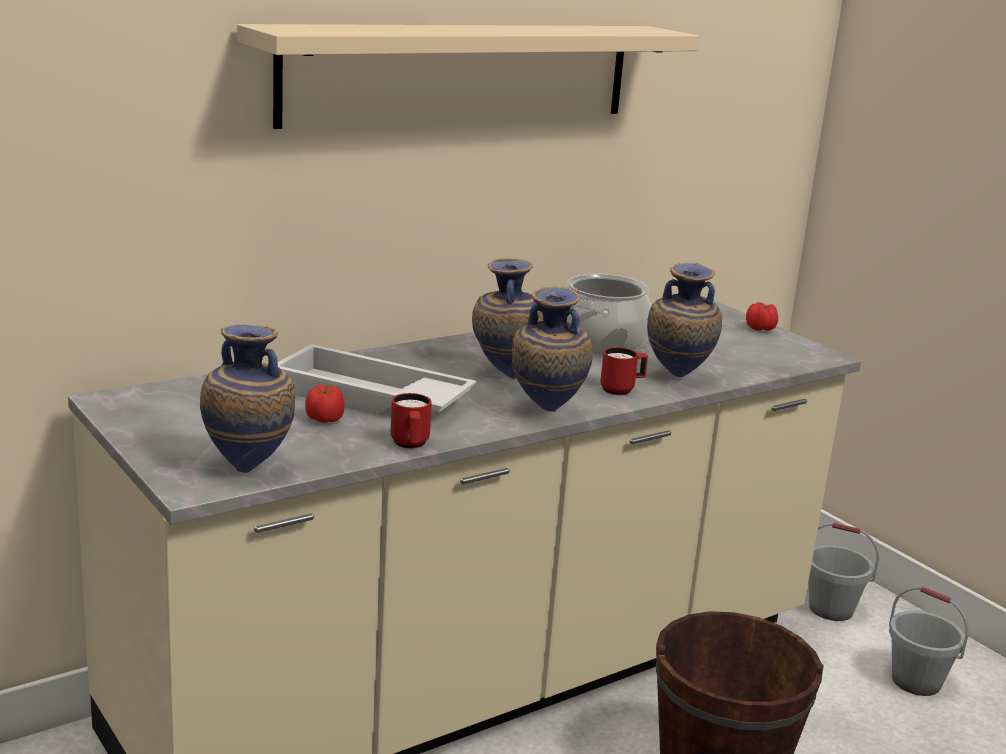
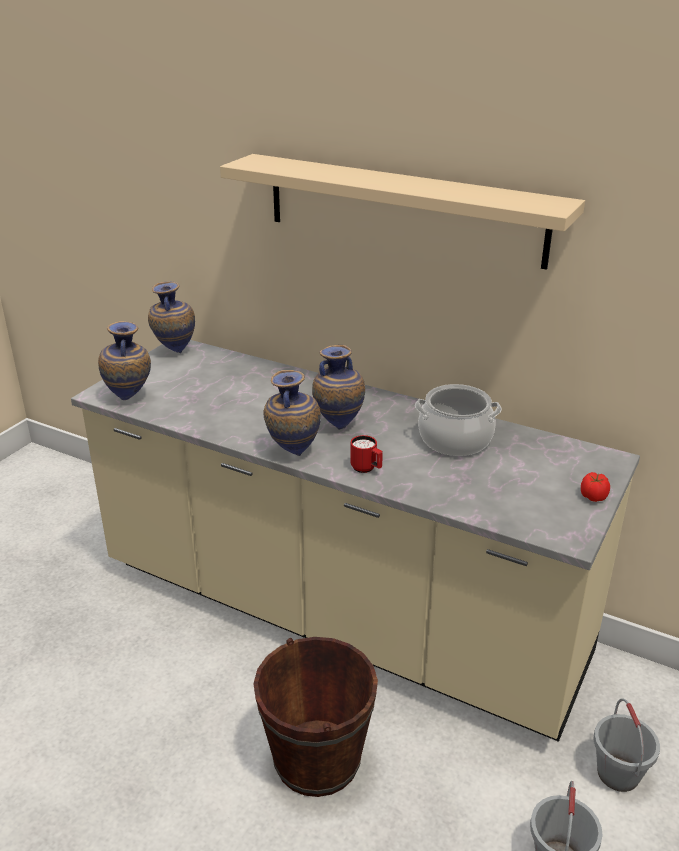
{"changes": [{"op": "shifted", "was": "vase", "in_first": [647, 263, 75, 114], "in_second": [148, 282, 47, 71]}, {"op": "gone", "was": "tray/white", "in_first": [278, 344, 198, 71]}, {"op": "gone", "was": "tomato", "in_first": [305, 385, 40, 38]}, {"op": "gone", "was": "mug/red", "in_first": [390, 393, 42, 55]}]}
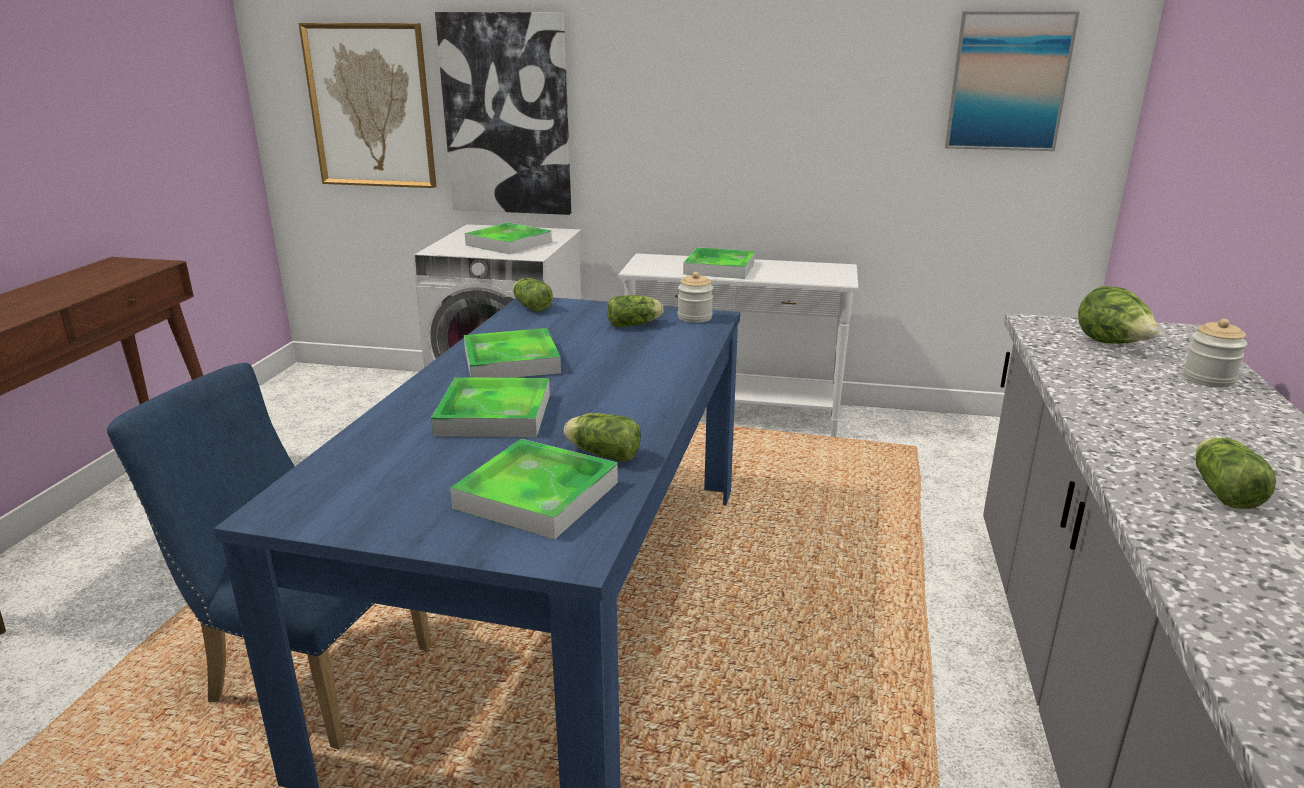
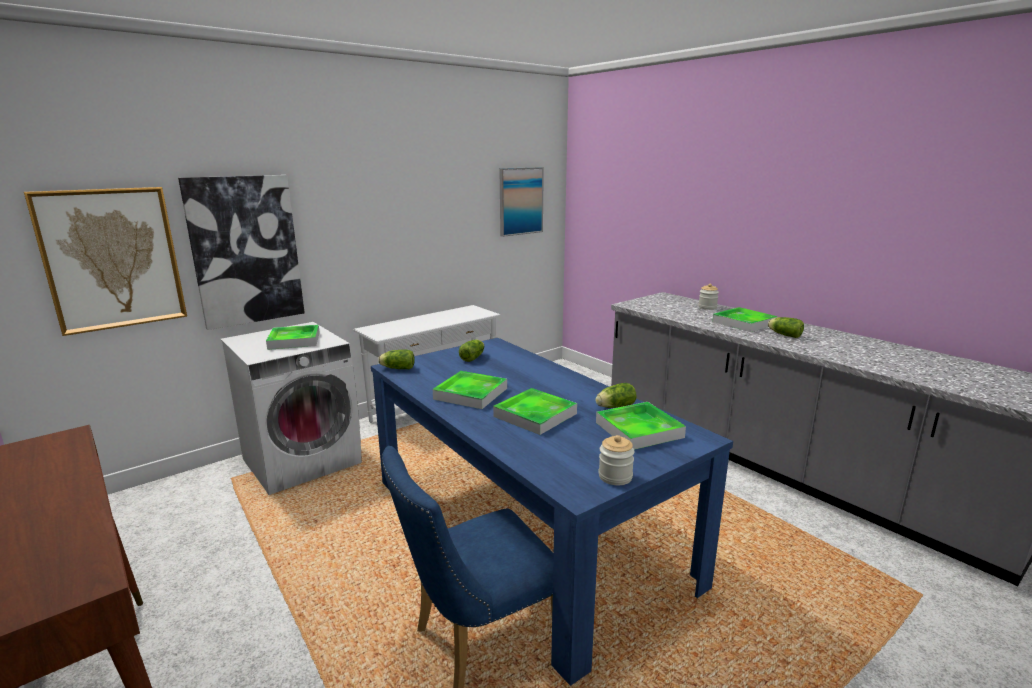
{"changes": [{"op": "shifted", "was": "jar", "in_first": [678, 272, 35, 51], "in_second": [599, 435, 36, 50]}, {"op": "shifted", "was": "tray", "in_first": [683, 247, 72, 32], "in_second": [712, 307, 65, 25]}, {"op": "gone", "was": "lettuce", "in_first": [1078, 286, 81, 58]}]}
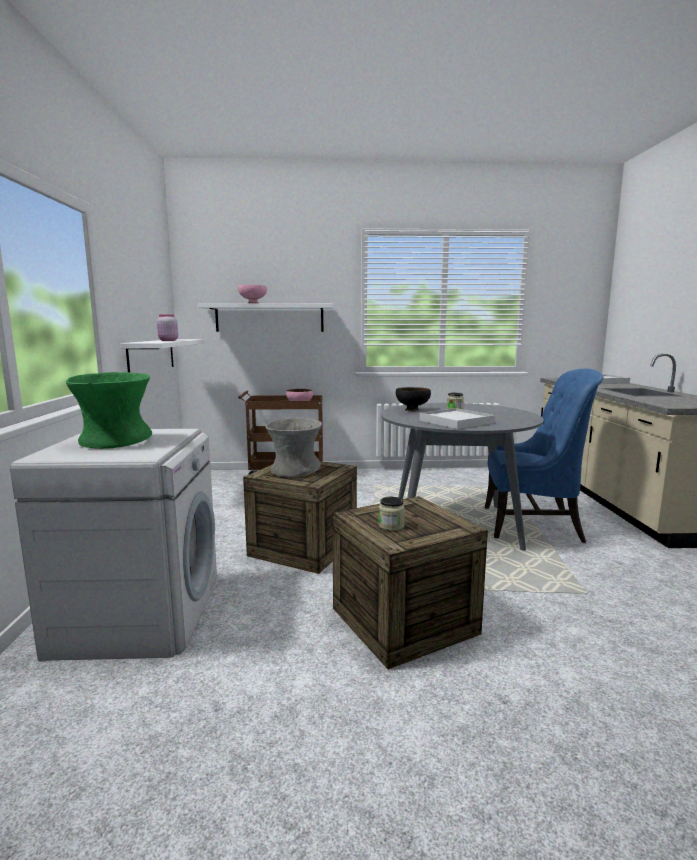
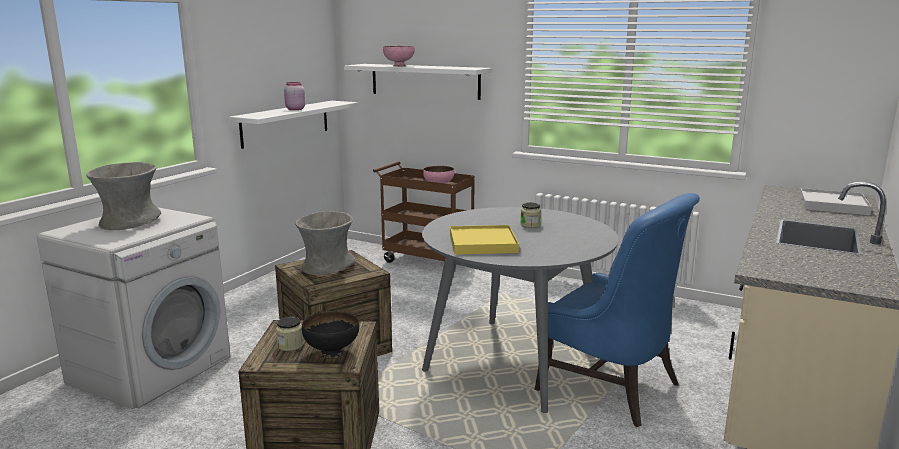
{"changes": [{"op": "repainted", "was": "vase/green", "now": "vase/grey", "in_first": [66, 372, 86, 77], "in_second": [86, 162, 75, 68]}, {"op": "shifted", "was": "bowl/black", "in_first": [396, 387, 35, 24], "in_second": [302, 311, 57, 47]}, {"op": "repainted", "was": "tray/white", "now": "tray/yellow", "in_first": [420, 408, 75, 21], "in_second": [450, 225, 69, 30]}]}
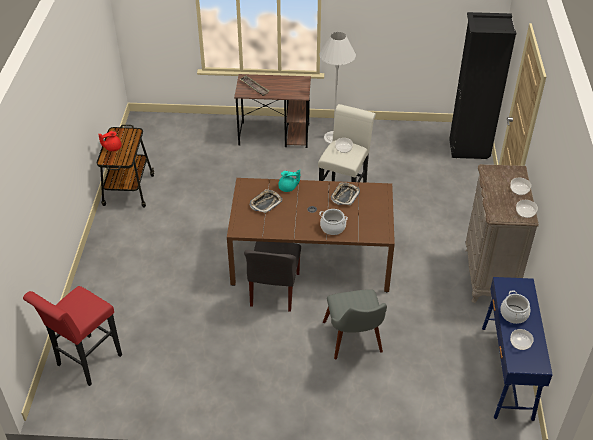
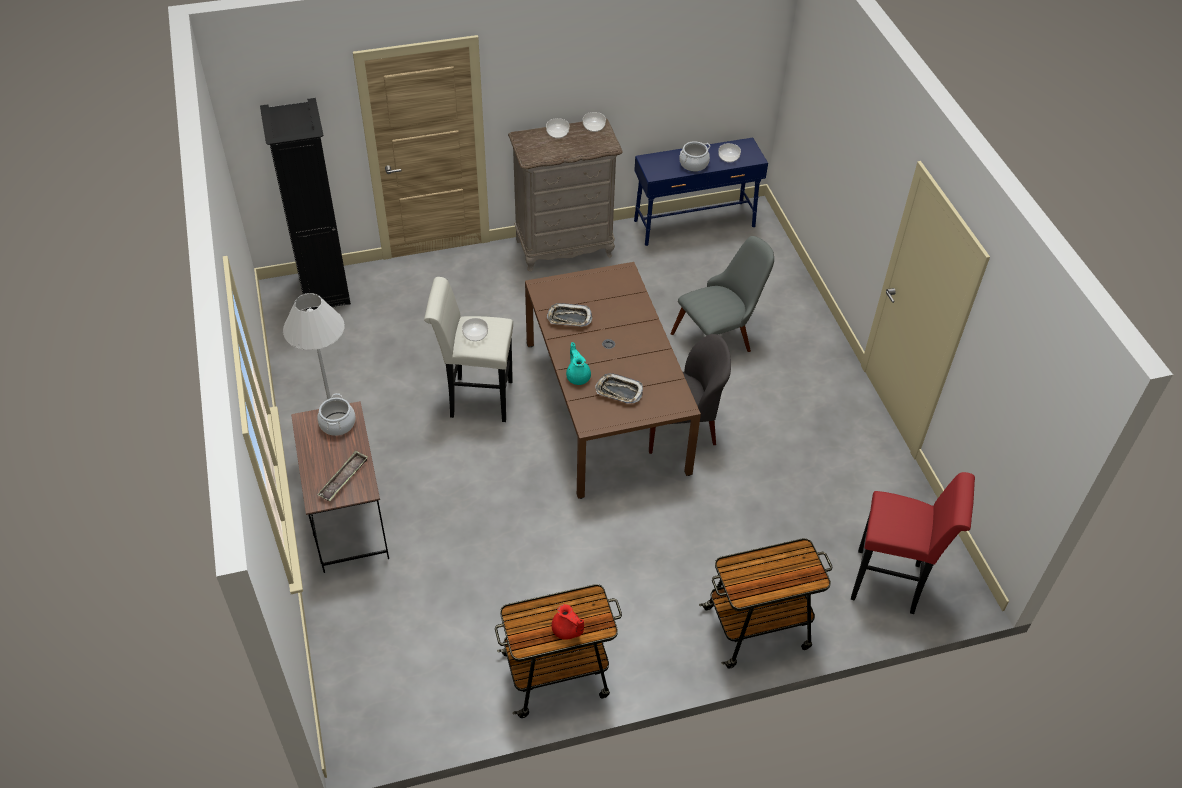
{"changes": [{"op": "shifted", "was": "cooking pot", "in_first": [319, 209, 29, 26], "in_second": [317, 393, 39, 43]}, {"op": "new", "now": "cart", "in_second": [699, 538, 133, 131]}]}
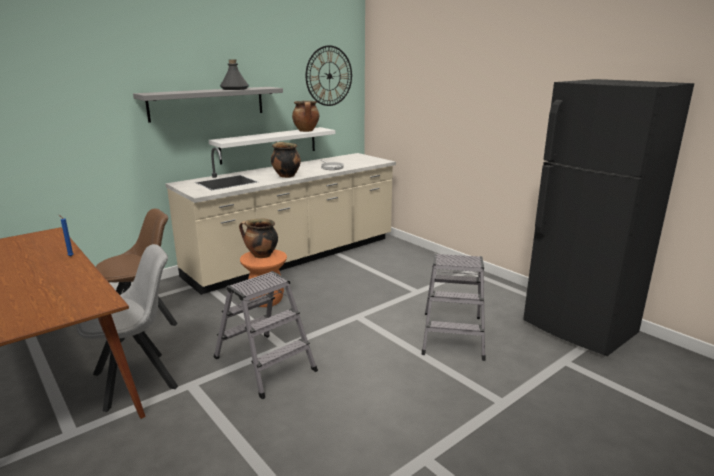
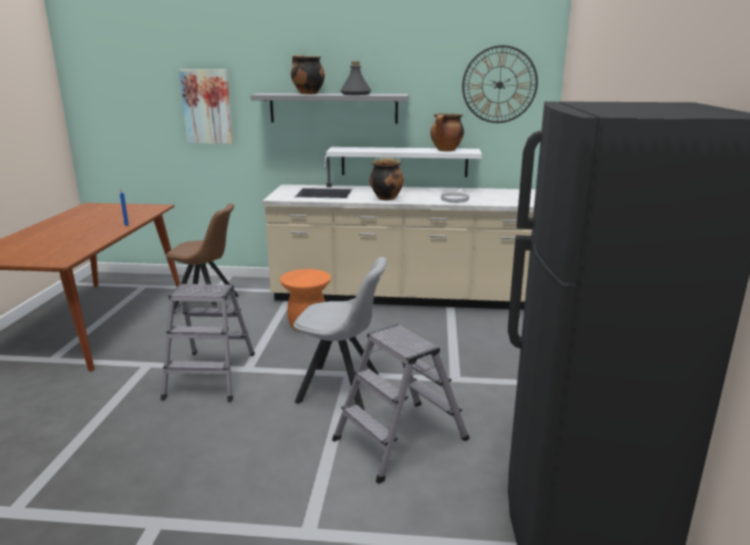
{"changes": [{"op": "new", "now": "picture", "in_second": [179, 69, 54, 75]}, {"op": "shifted", "was": "cooking pot", "in_first": [239, 219, 39, 39], "in_second": [291, 55, 34, 39]}, {"op": "shifted", "was": "chair/grey", "in_first": [76, 244, 102, 168], "in_second": [293, 257, 94, 153]}]}
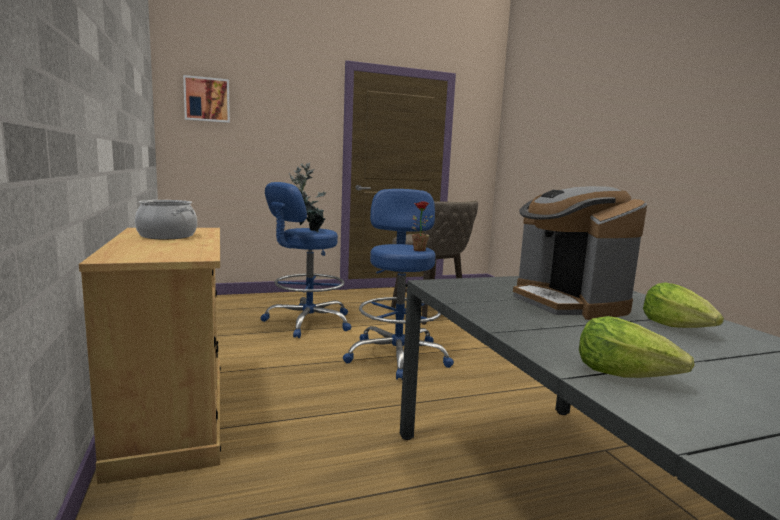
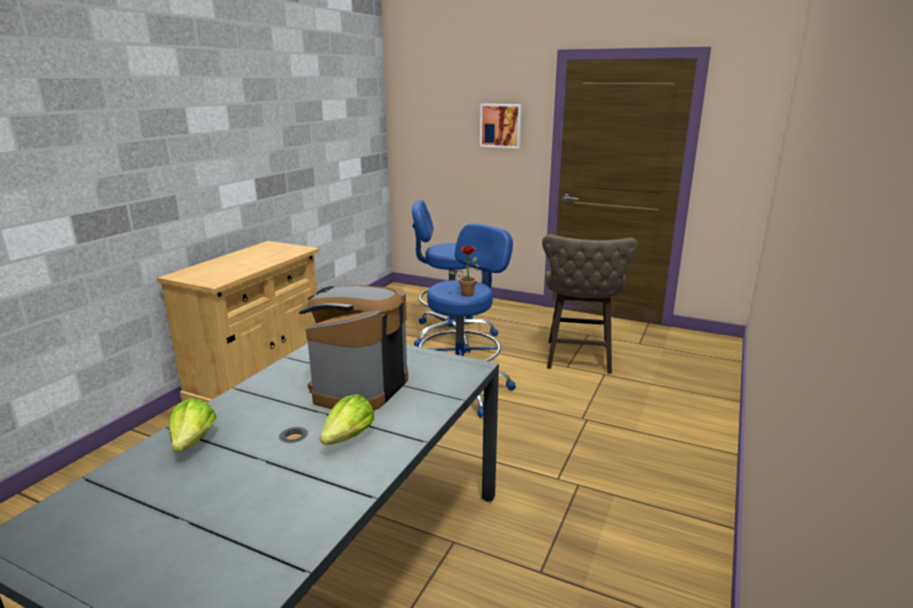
{"changes": [{"op": "shifted", "was": "picture", "in_first": [183, 75, 47, 48], "in_second": [480, 104, 42, 44]}, {"op": "gone", "was": "cooking pot", "in_first": [135, 200, 62, 39]}, {"op": "gone", "was": "potted plant", "in_first": [289, 163, 38, 69]}]}
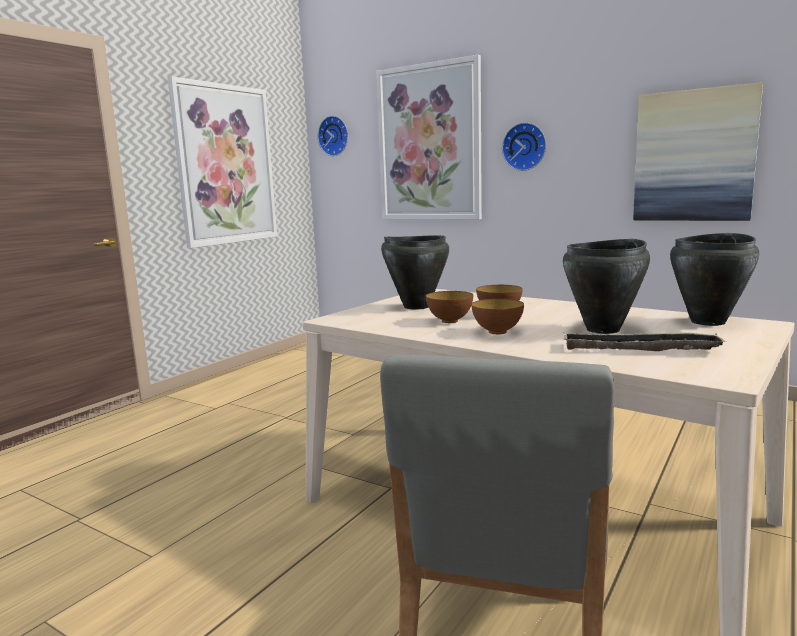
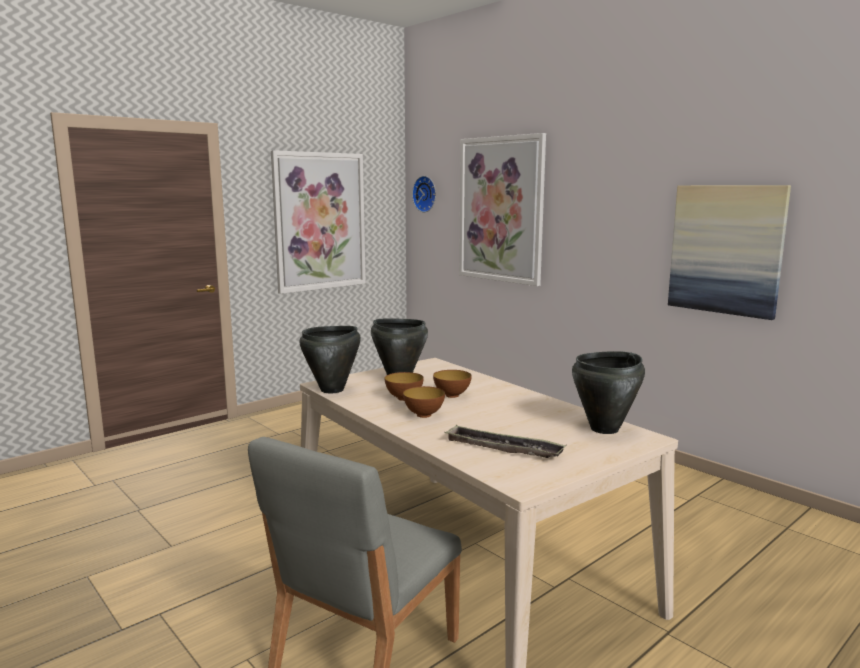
{"changes": [{"op": "shifted", "was": "cooking pot/black", "in_first": [563, 239, 87, 95], "in_second": [299, 326, 62, 67]}, {"op": "gone", "was": "wall clock", "in_first": [502, 122, 44, 49]}]}
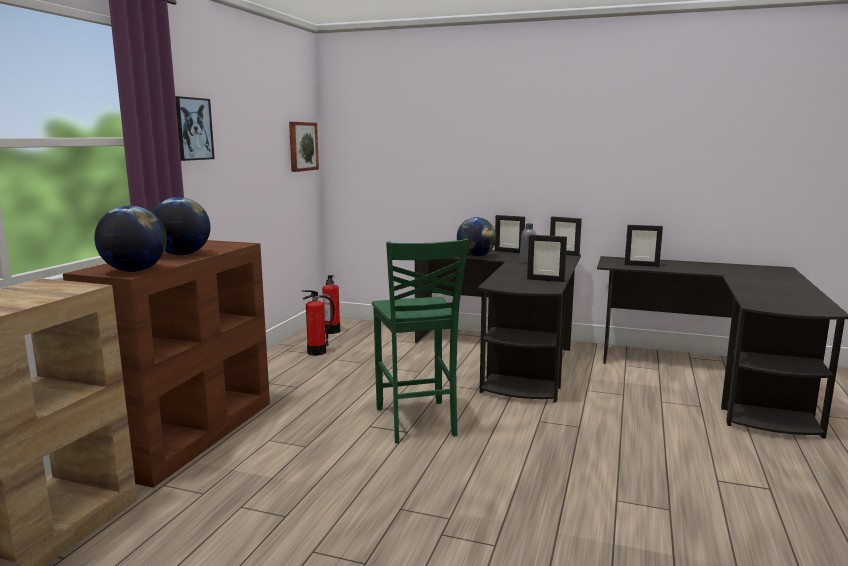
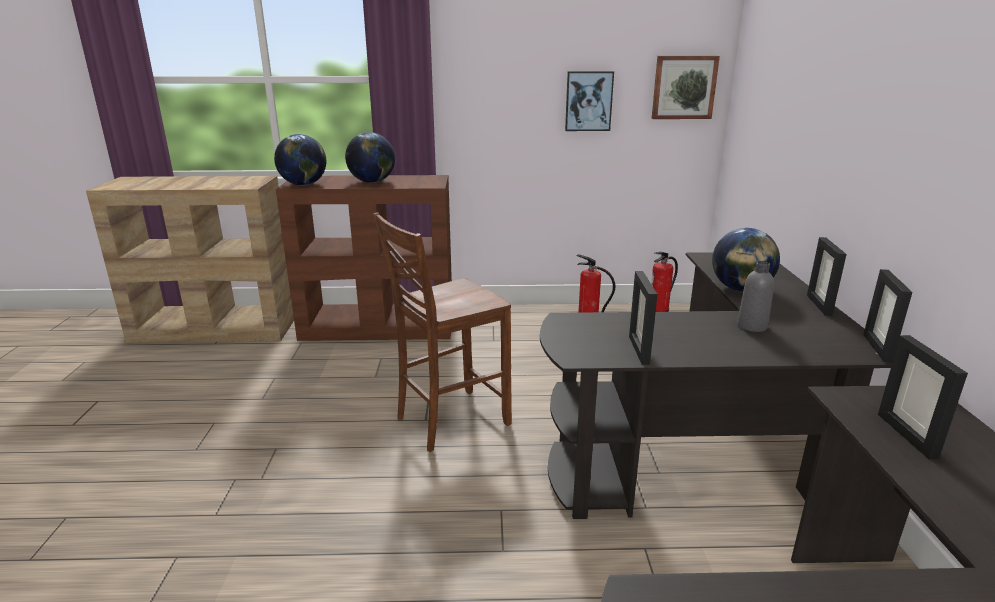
{"changes": [{"op": "repainted", "was": "chair/green", "now": "chair/brown", "in_first": [372, 238, 97, 206], "in_second": [373, 212, 139, 240]}, {"op": "shifted", "was": "picture", "in_first": [175, 96, 40, 65], "in_second": [565, 71, 49, 60]}]}
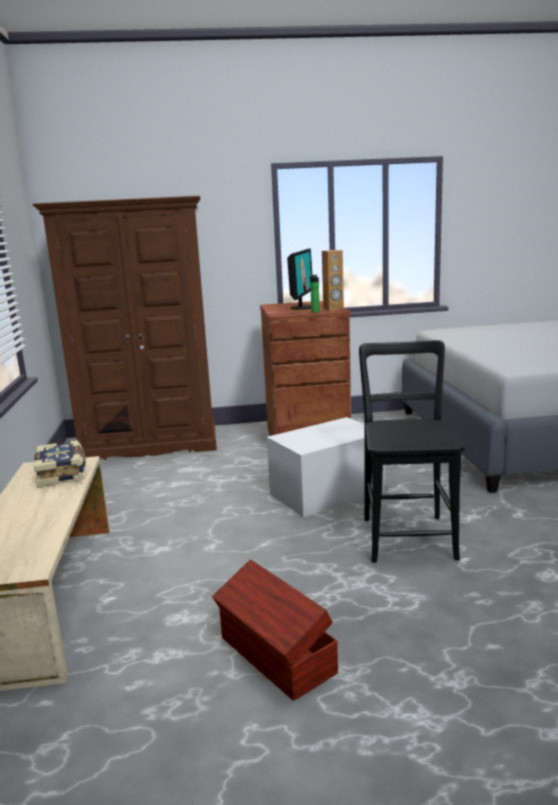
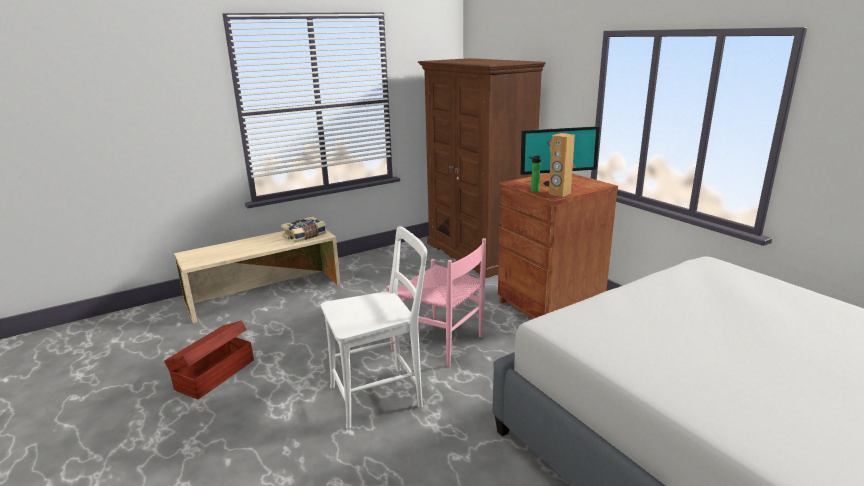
{"changes": [{"op": "repainted", "was": "chair/black", "now": "chair/white", "in_first": [359, 340, 106, 223], "in_second": [321, 226, 106, 203]}, {"op": "swapped", "was": "storage box/white", "now": "chair/pink", "in_first": [267, 417, 118, 100], "in_second": [386, 238, 100, 128]}]}
